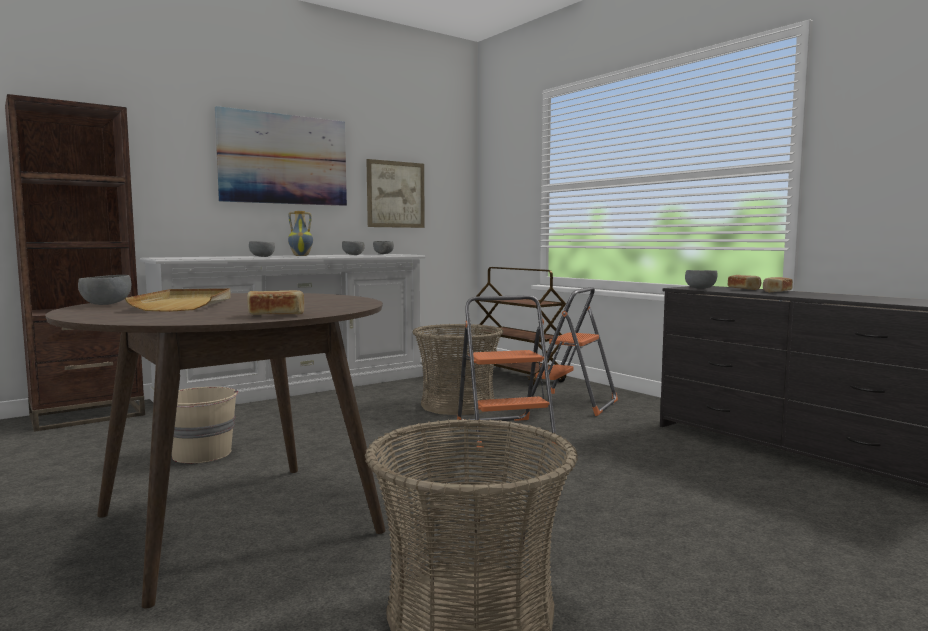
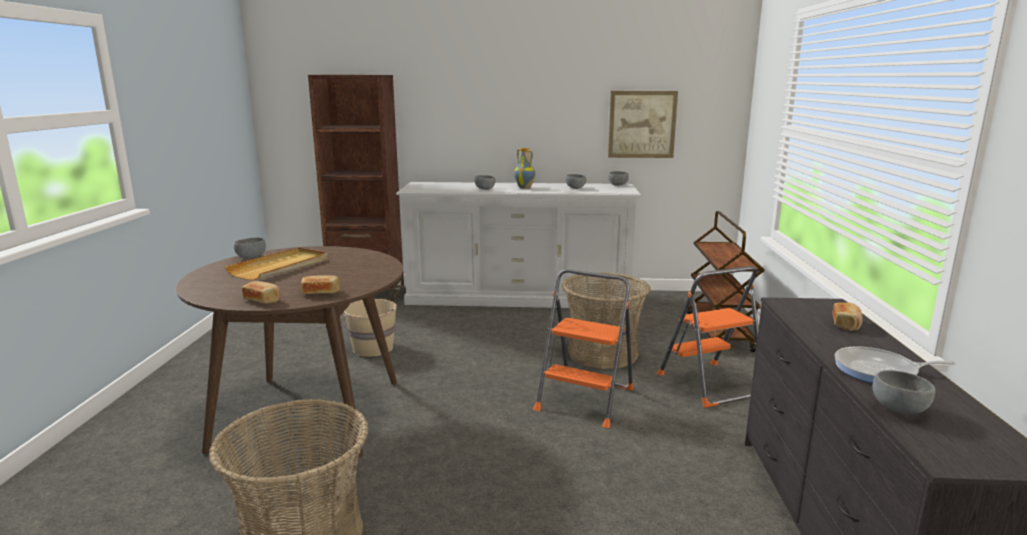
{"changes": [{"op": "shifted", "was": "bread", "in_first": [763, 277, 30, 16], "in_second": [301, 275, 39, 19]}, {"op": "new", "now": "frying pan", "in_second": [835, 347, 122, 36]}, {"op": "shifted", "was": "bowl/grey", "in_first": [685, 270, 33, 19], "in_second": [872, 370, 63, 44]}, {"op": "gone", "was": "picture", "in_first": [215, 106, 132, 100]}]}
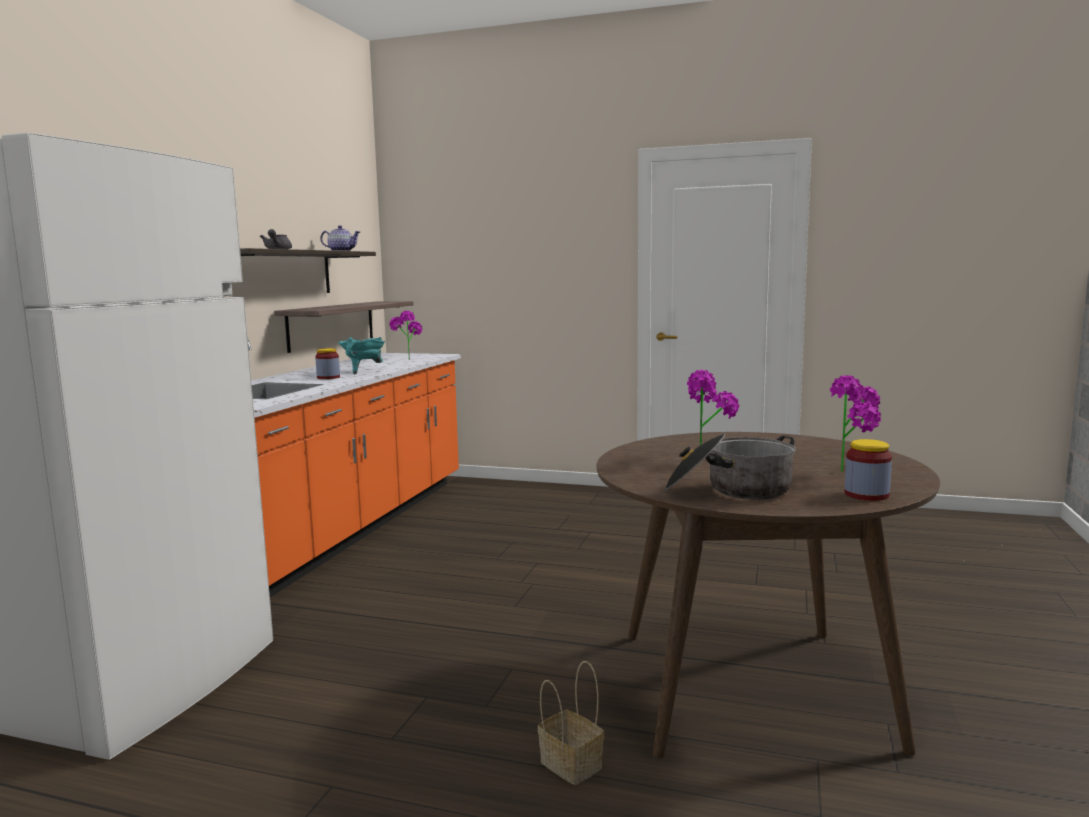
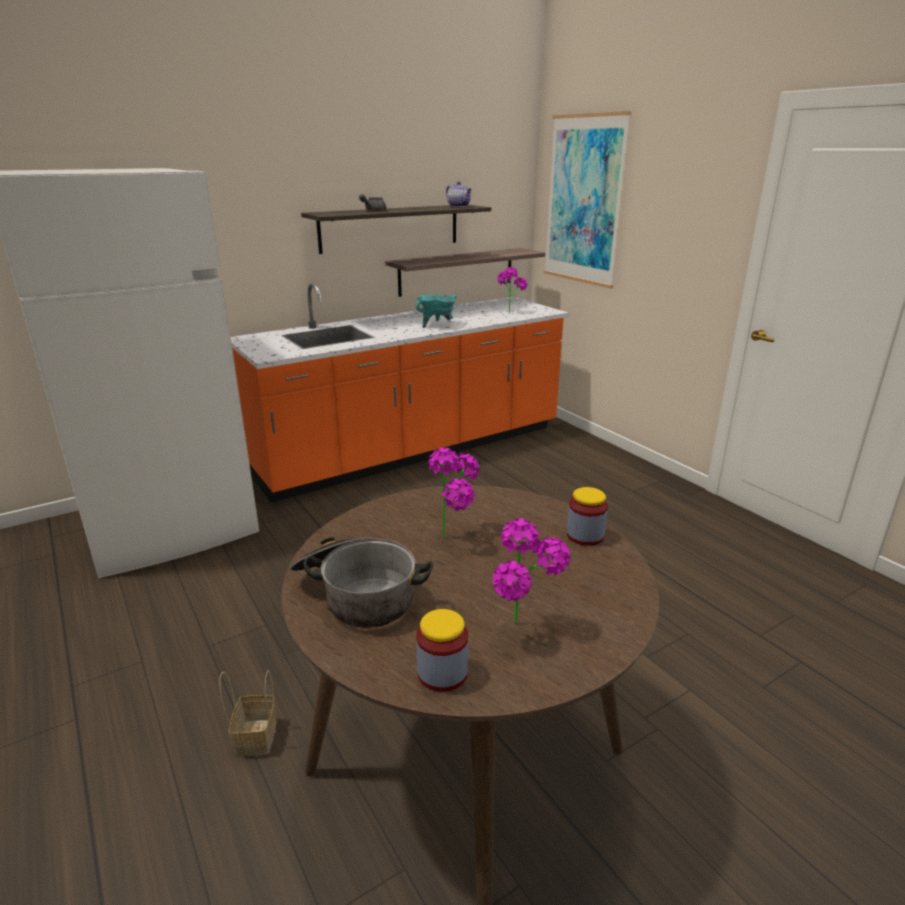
{"changes": [{"op": "new", "now": "picture", "in_second": [544, 111, 87, 177]}, {"op": "shifted", "was": "jar", "in_first": [315, 348, 25, 31], "in_second": [567, 487, 41, 59]}]}
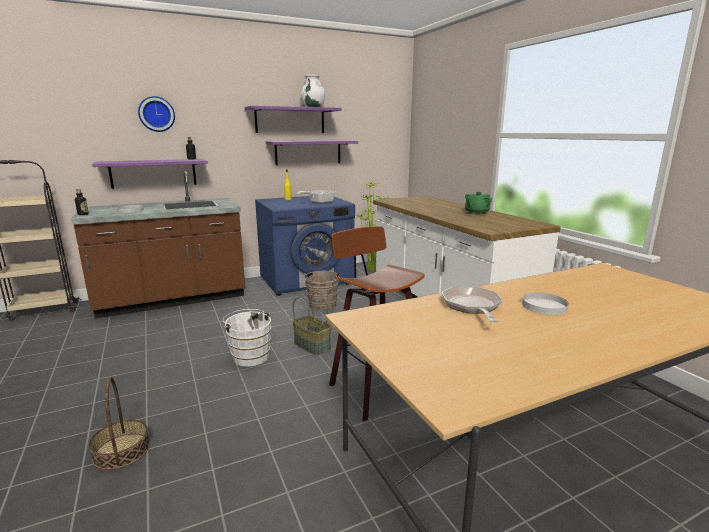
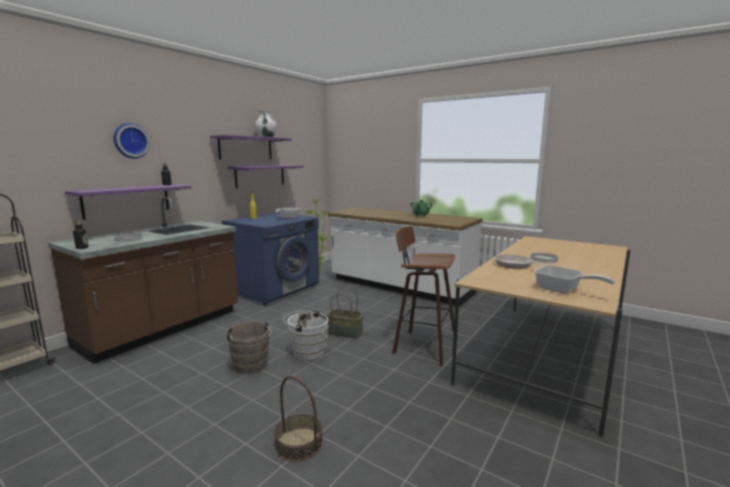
{"changes": [{"op": "shifted", "was": "bucket/brown", "in_first": [302, 271, 39, 40], "in_second": [225, 321, 47, 53]}, {"op": "new", "now": "frying pan", "in_second": [535, 265, 80, 28]}]}
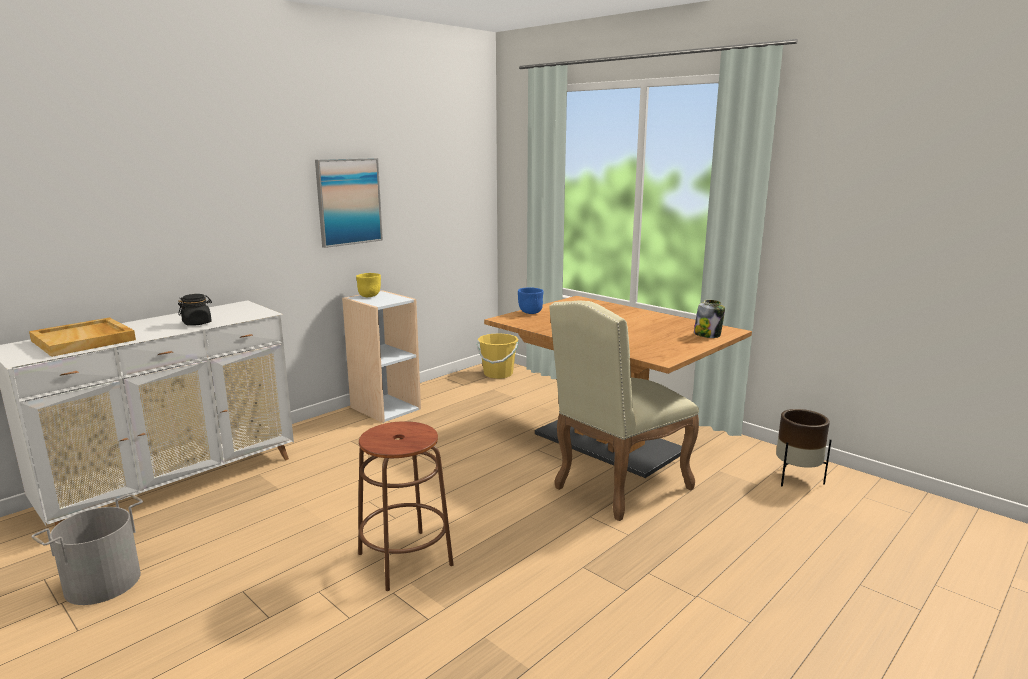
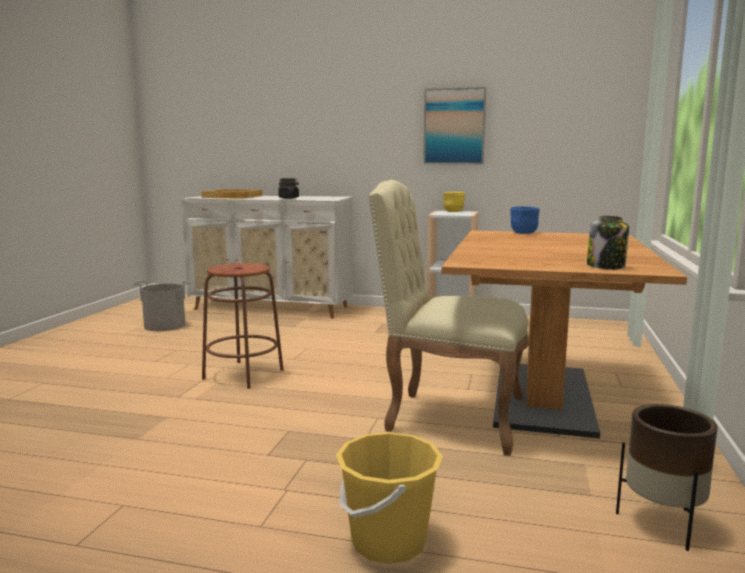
{"changes": [{"op": "shifted", "was": "bucket/yellow", "in_first": [477, 333, 42, 46], "in_second": [336, 432, 107, 132]}]}
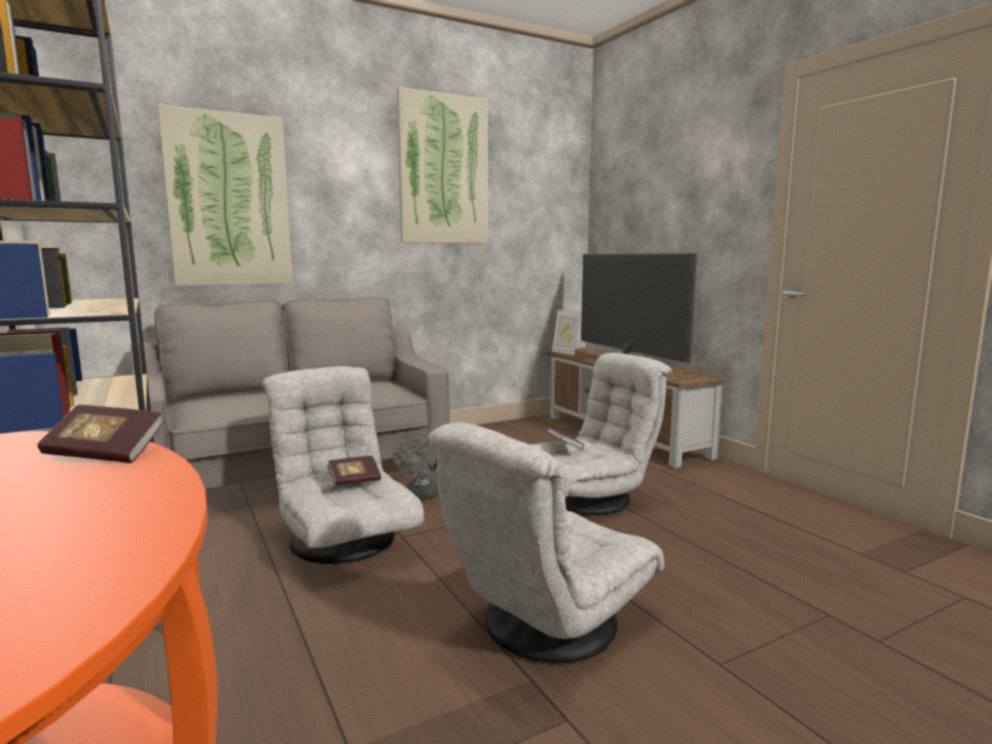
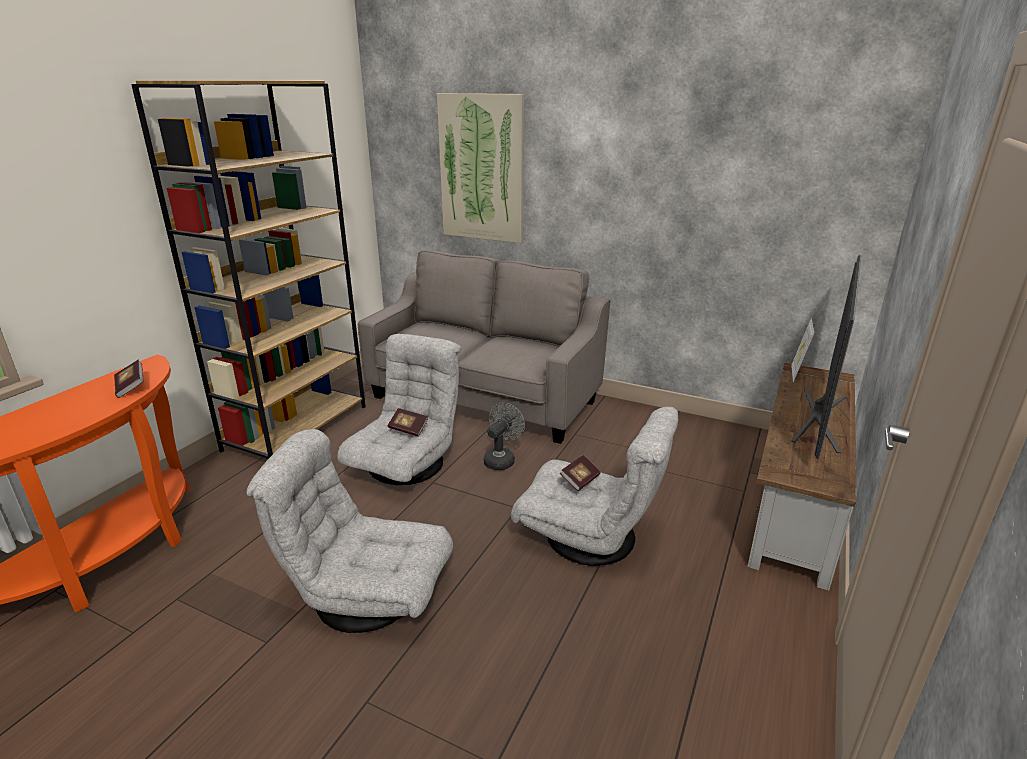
{"changes": [{"op": "rotated", "was": "fan/grey", "in_first": [393, 432, 46, 68], "in_second": [483, 403, 42, 67], "clockwise": 150}, {"op": "gone", "was": "picture", "in_first": [396, 87, 92, 156]}]}
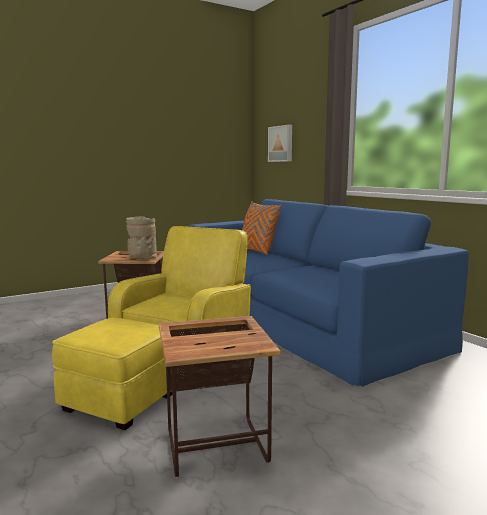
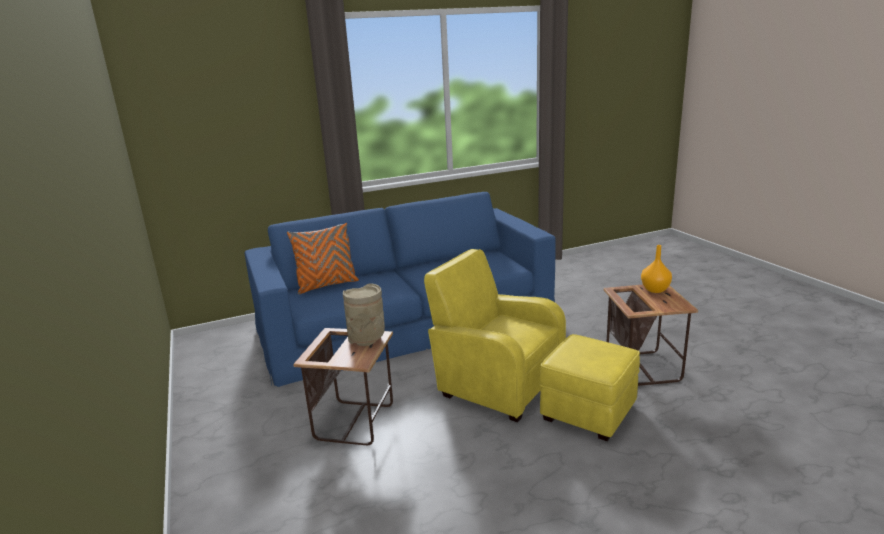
{"changes": [{"op": "new", "now": "vase/orange", "in_second": [641, 245, 31, 48]}, {"op": "gone", "was": "picture", "in_first": [268, 125, 24, 37]}]}
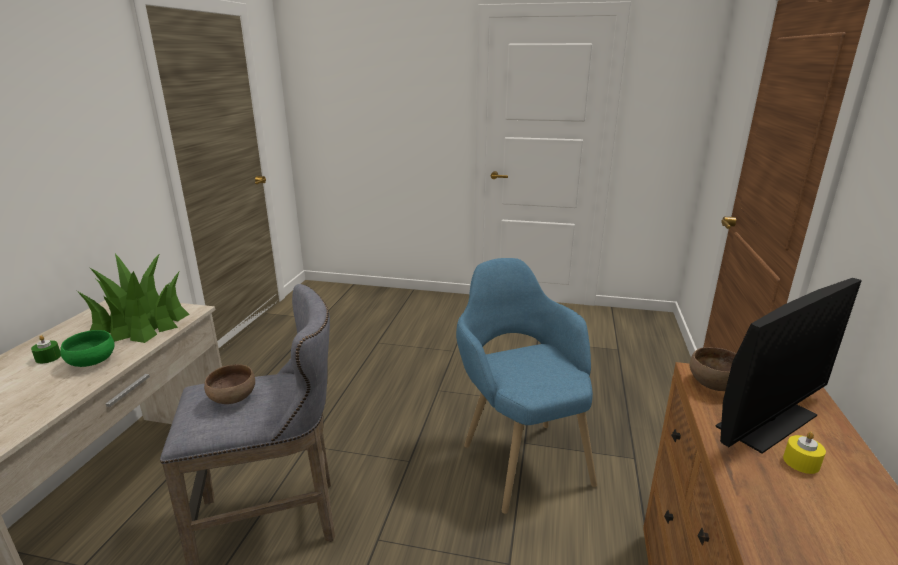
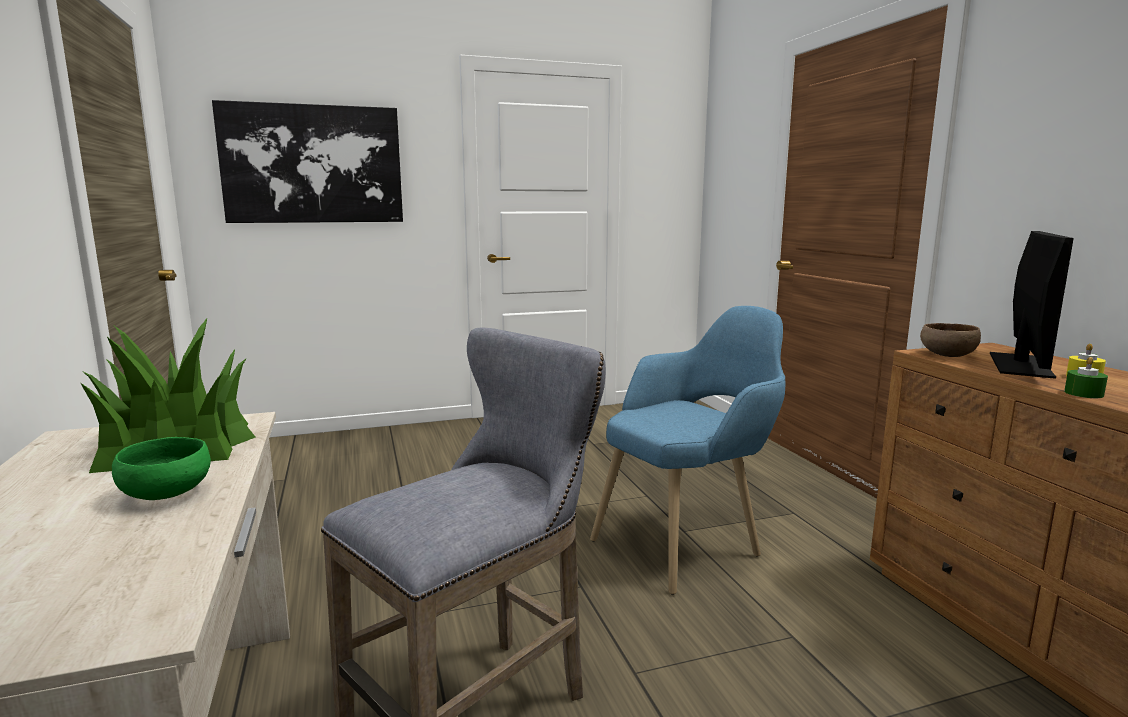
{"changes": [{"op": "new", "now": "picture", "in_second": [212, 100, 191, 123]}, {"op": "rotated", "was": "armchair/blue", "in_first": [456, 258, 141, 256], "in_second": [590, 306, 195, 289], "clockwise": 105}, {"op": "shifted", "was": "candle/green", "in_first": [31, 335, 30, 29], "in_second": [1064, 357, 44, 41]}, {"op": "gone", "was": "bowl/brown", "in_first": [204, 364, 51, 40]}]}
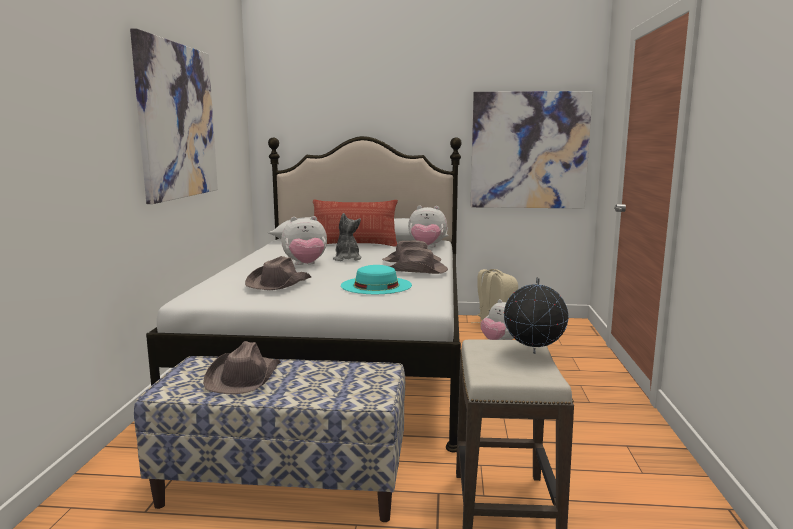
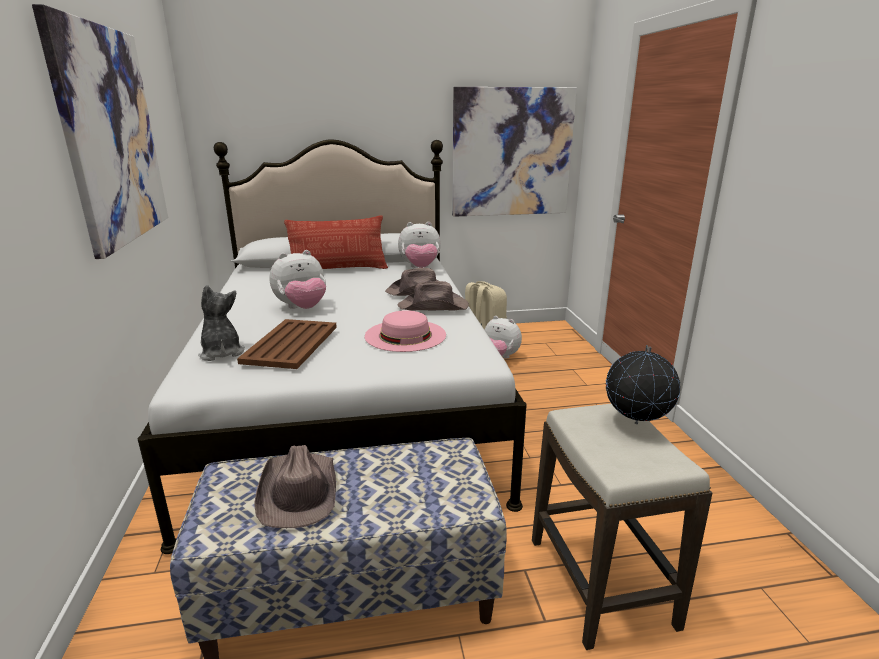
{"changes": [{"op": "shifted", "was": "plush toy", "in_first": [333, 213, 29, 48], "in_second": [198, 285, 47, 76]}, {"op": "swapped", "was": "hat/brown", "now": "tray/brown", "in_first": [245, 256, 66, 34], "in_second": [237, 319, 100, 50]}, {"op": "repainted", "was": "hat/turquoise", "now": "hat/pink", "in_first": [341, 265, 71, 29], "in_second": [365, 310, 81, 42]}]}
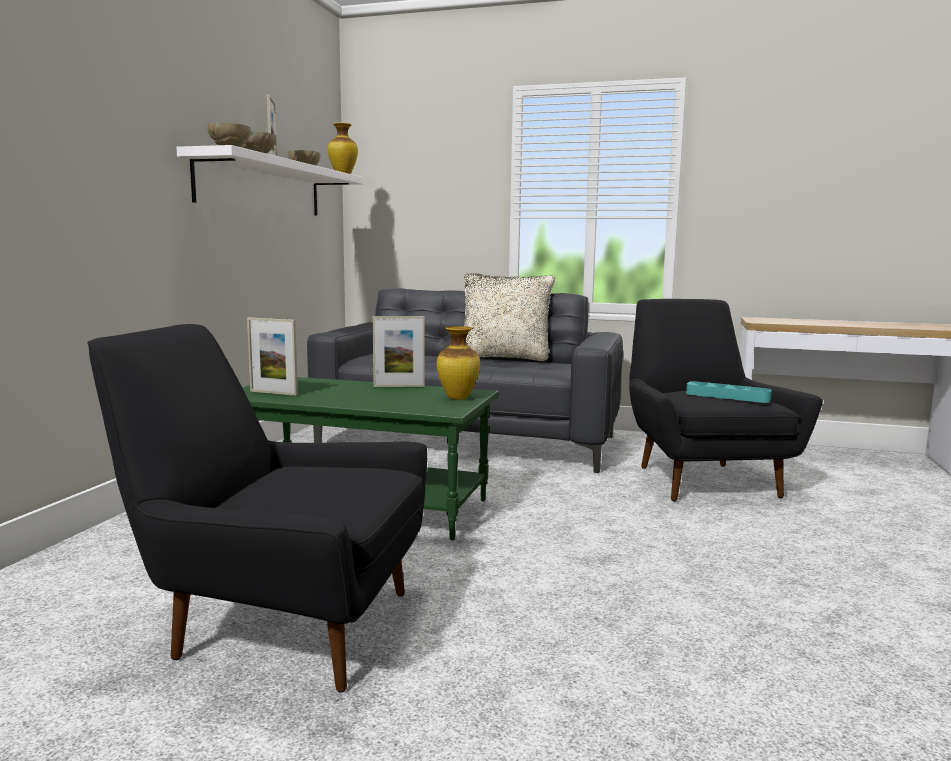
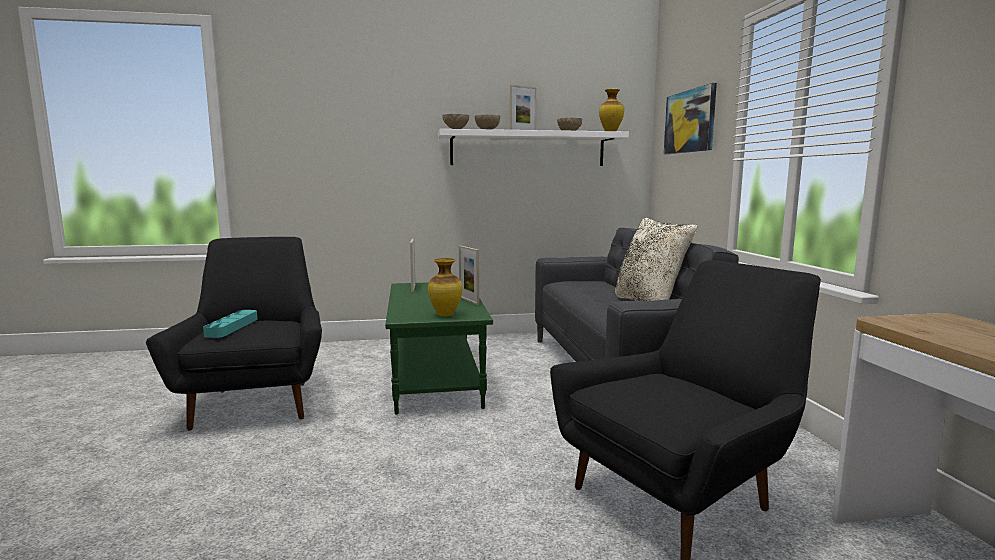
{"changes": [{"op": "shifted", "was": "tray/turquoise", "in_first": [686, 381, 86, 22], "in_second": [203, 310, 55, 28]}, {"op": "new", "now": "picture", "in_second": [664, 83, 53, 71]}]}
